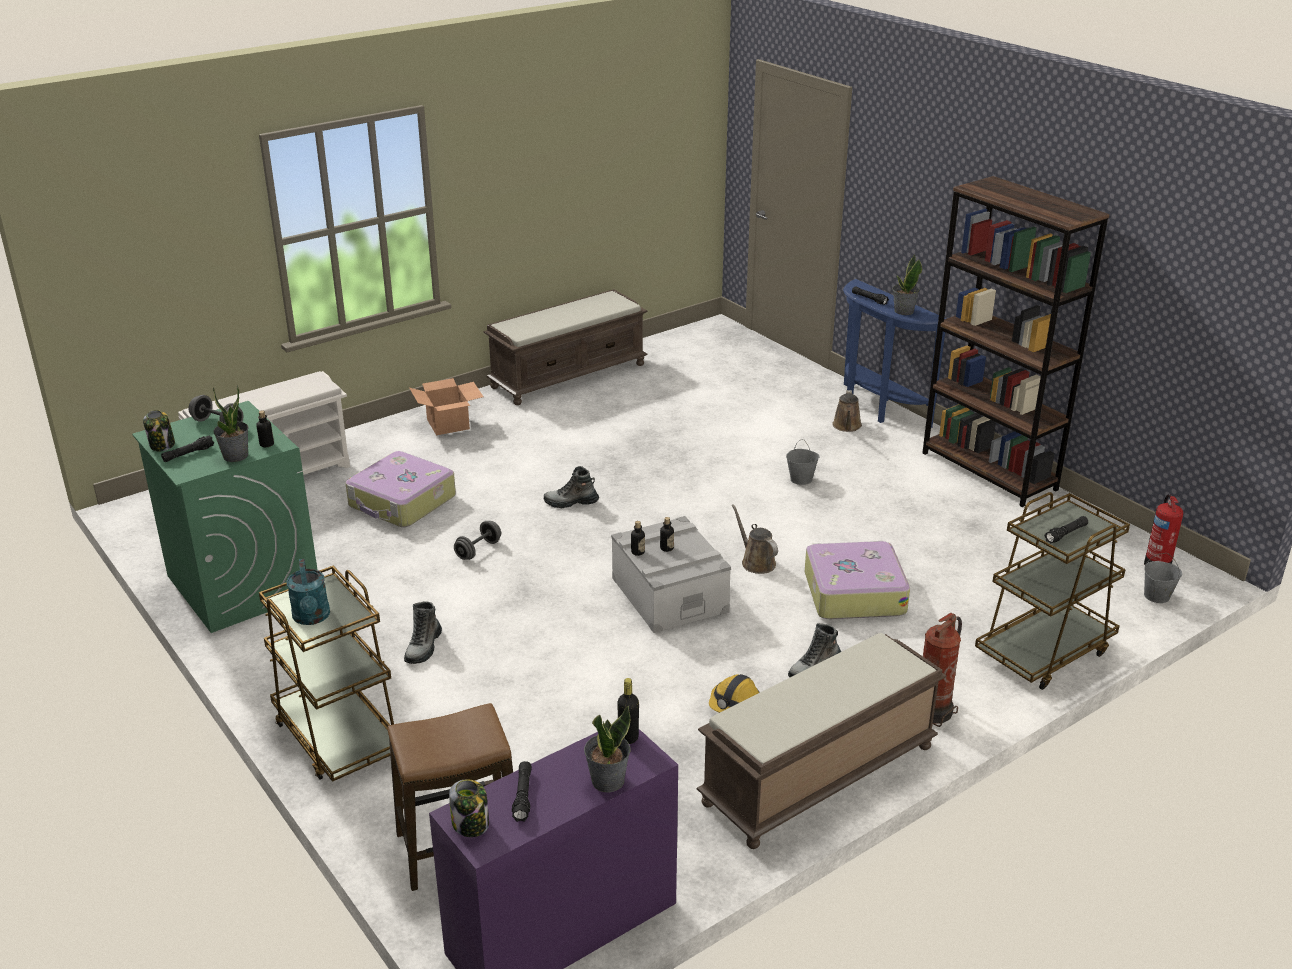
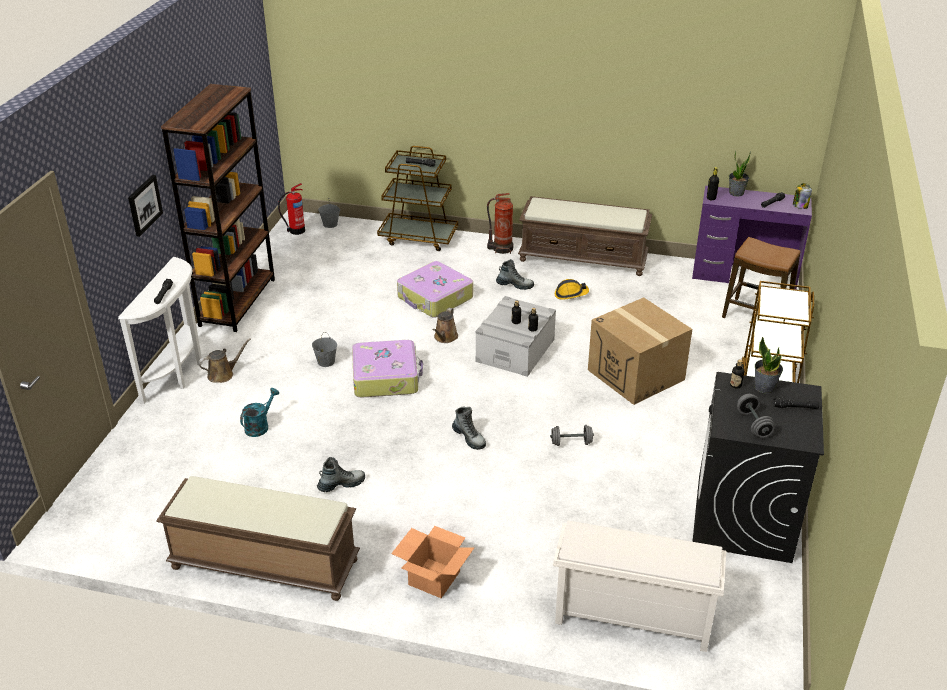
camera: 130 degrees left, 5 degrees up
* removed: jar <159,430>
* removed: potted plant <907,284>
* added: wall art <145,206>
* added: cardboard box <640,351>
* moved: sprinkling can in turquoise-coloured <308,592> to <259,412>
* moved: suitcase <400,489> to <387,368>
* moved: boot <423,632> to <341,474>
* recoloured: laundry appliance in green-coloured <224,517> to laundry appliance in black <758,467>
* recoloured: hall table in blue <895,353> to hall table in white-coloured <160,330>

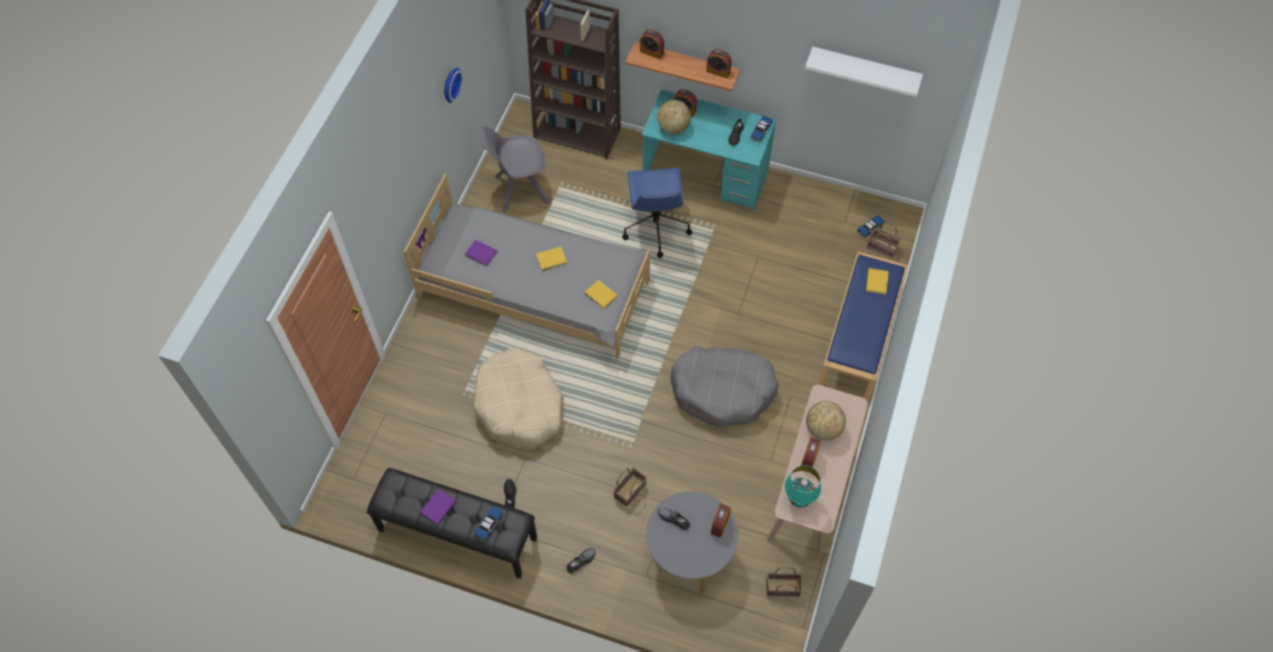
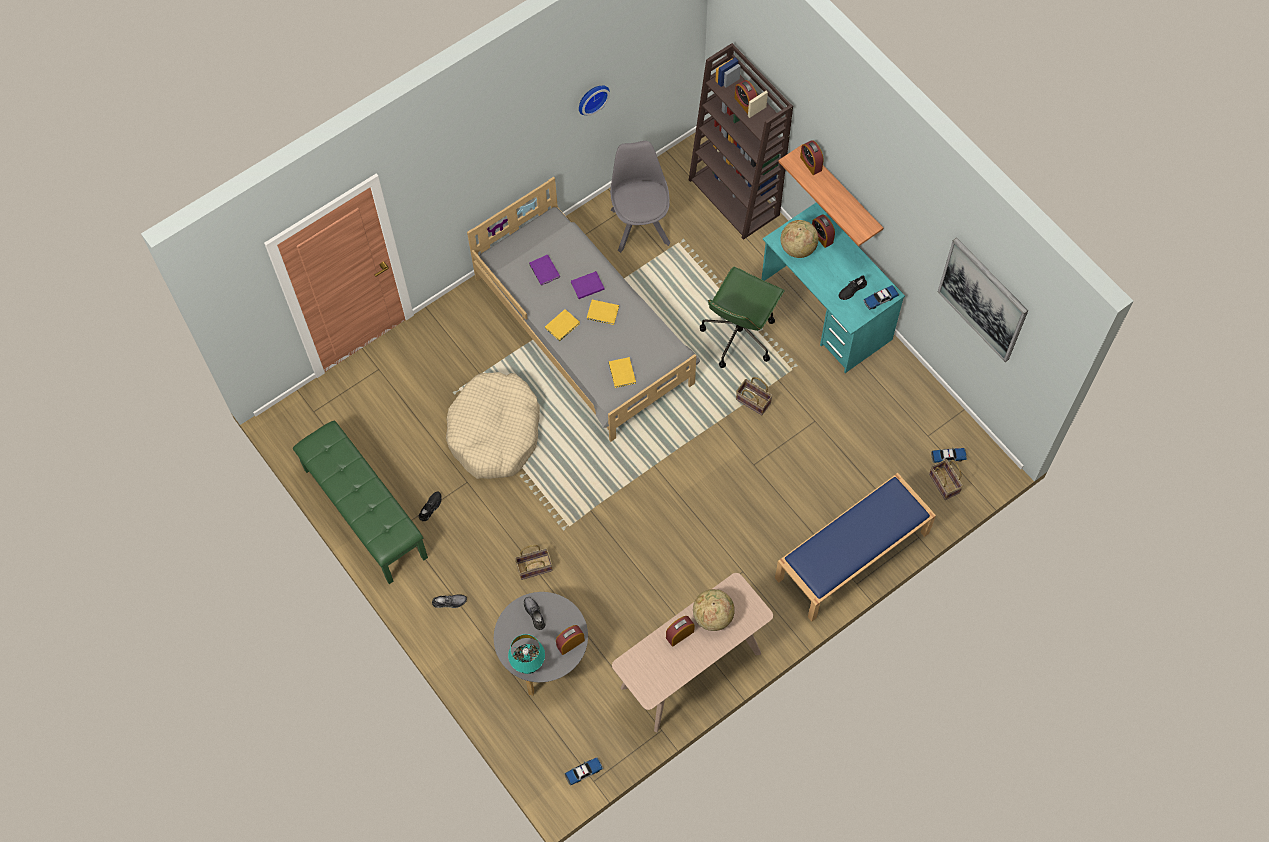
camera: 35 degrees right, 5 degrees up
* removed: dog cushion in gray <724,386>
* moved: bound book in purple <438,507> to <588,285>
* moved: toy car <489,523> to <584,771>
* moved: table clock <719,63> to <746,97>
* moved: basket <784,582> to <754,396>
* moved: lamp for a table in turquoise-coloured <803,486> to <526,654>
* moved: bound book in yellow <877,281> to <562,325>
* replaced: bracket shelf in white-coloured <864,72> to wall art <983,300>
* recoloured: indoor bench in black <452,523> to indoor bench in green-coloured <360,502>
* recoloured: computer chair in blue <657,213> to computer chair in green-coloured <742,317>
* turned: chair in gray <515,169> = <640,197> 60 degrees clockwise

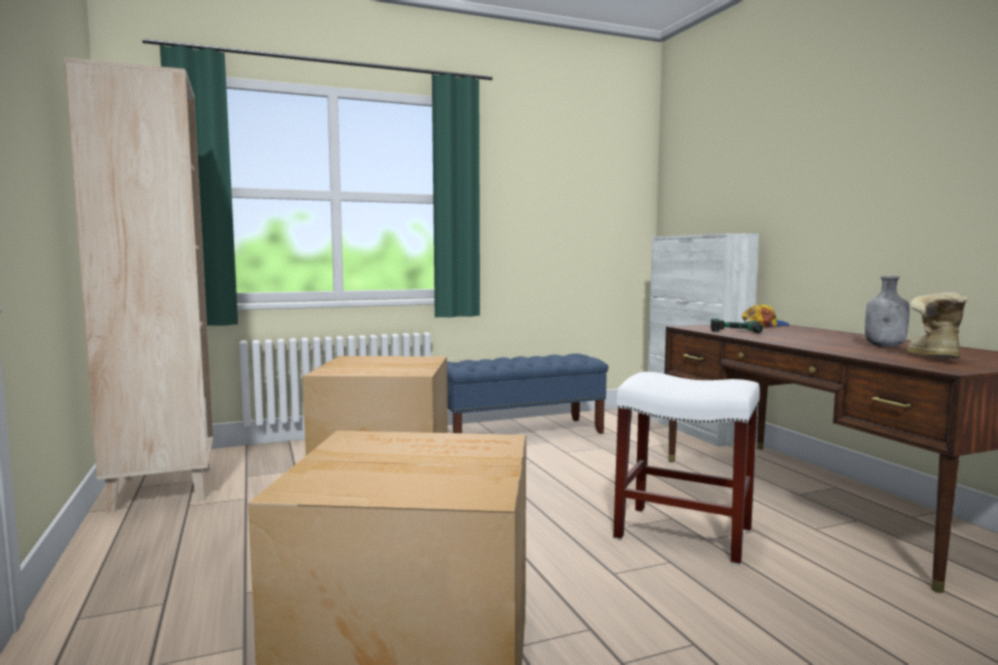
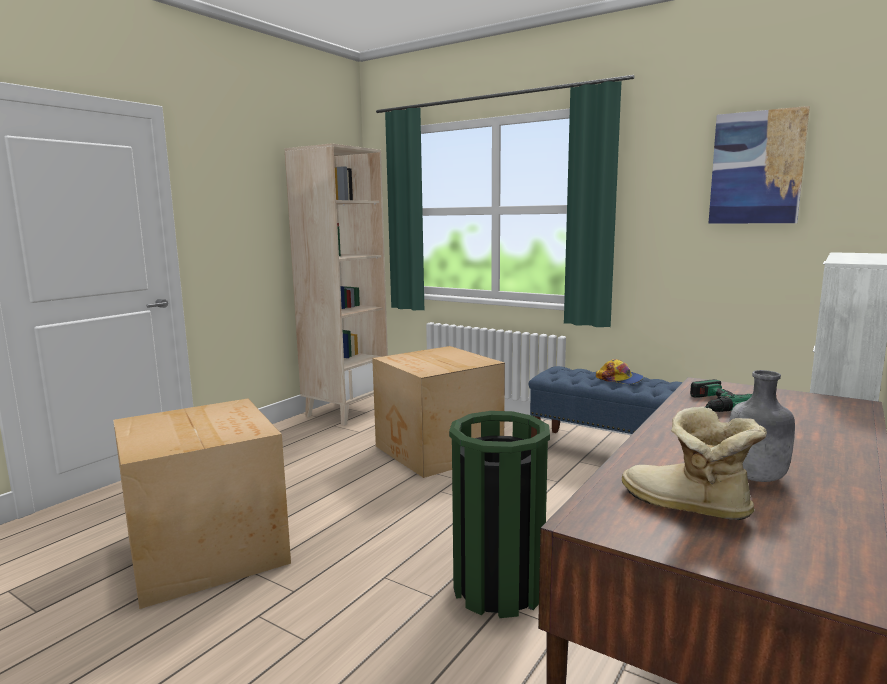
camera: 55 degrees right, 5 degrees up
* added: wall art <759,165>
* moved: peaked cap <766,316> to <620,371>
* replaced: stool in white-coloured <686,468> to waste bin in green-coloured <499,514>
* turned: boot <937,325> = <694,463> 120 degrees counterclockwise

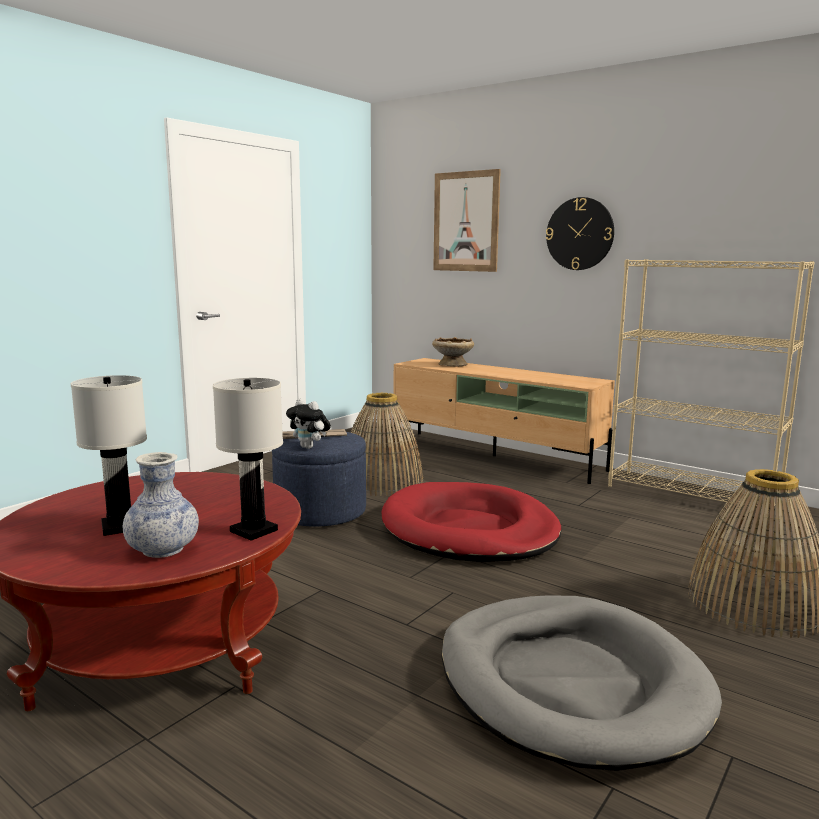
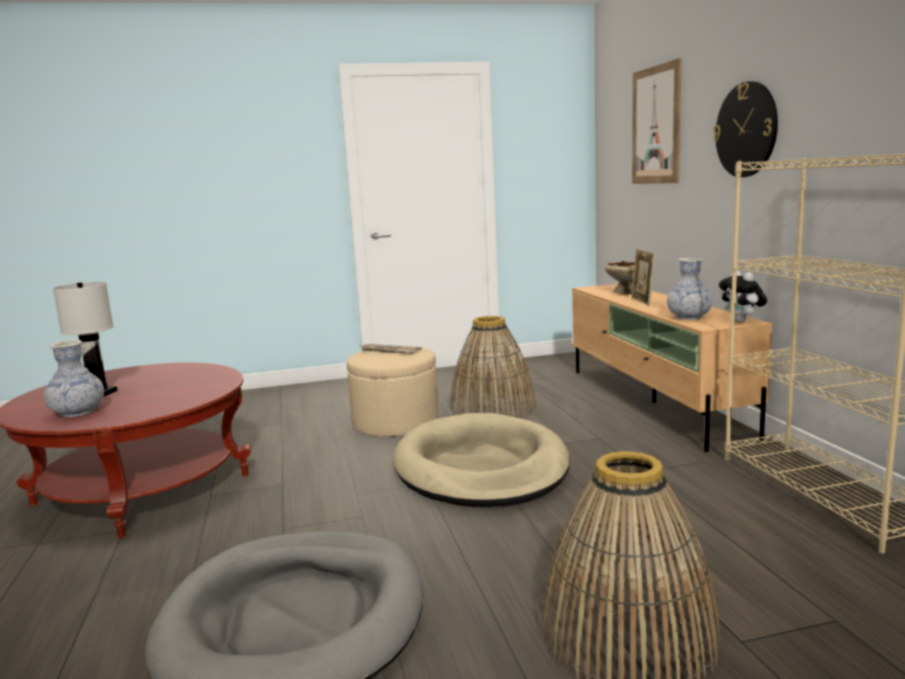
camera: 40 degrees right, 0 degrees up
* removed: lamp for a table in white-coloured <248,459>
* added: standing frame <643,277>
* added: vase <690,289>
* moved: plush toy <308,424> to <743,296>
* recoloured: ottoman in blue <319,479> to ottoman in beige <393,391>
* recoloured: dog cushion in red <472,522> to dog cushion in beige <482,460>

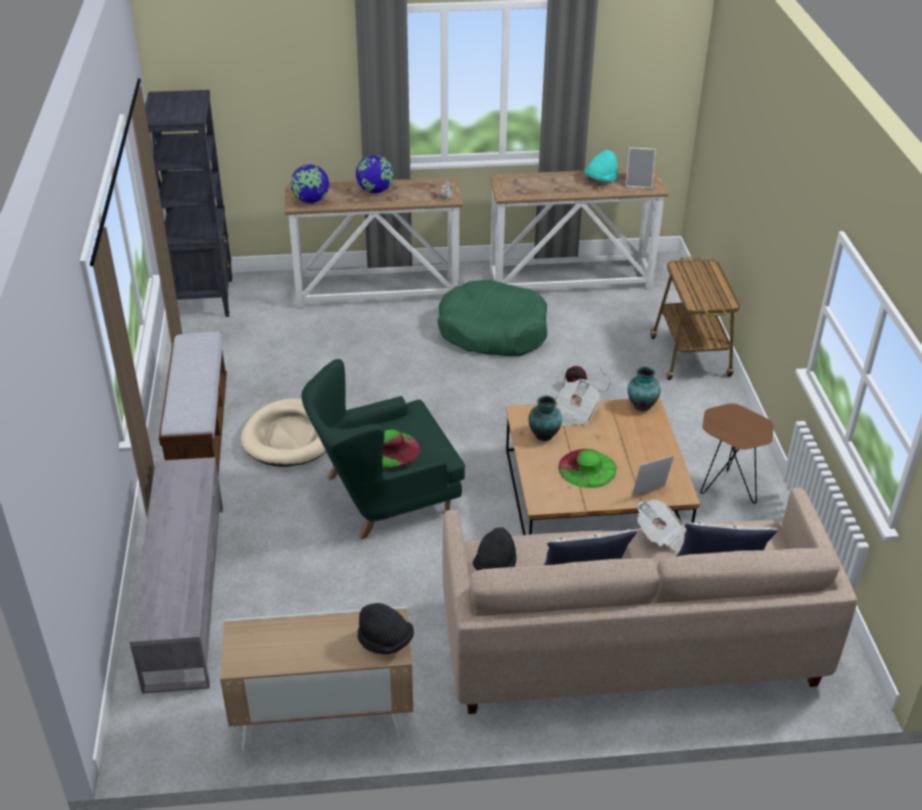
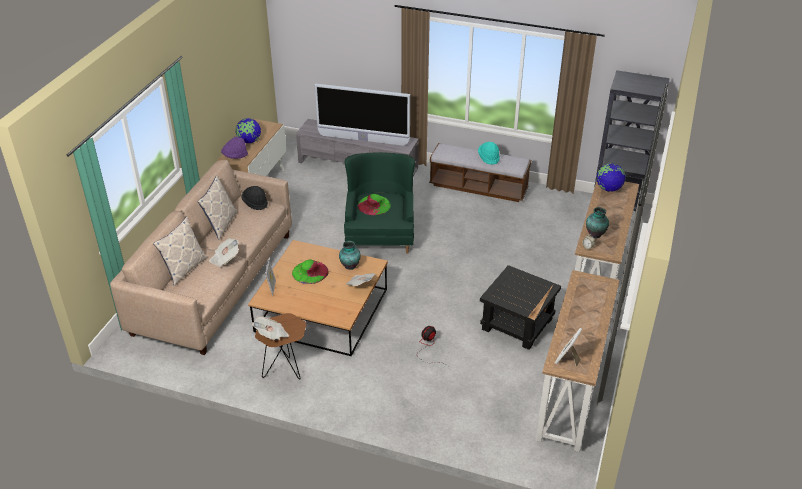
camera: 115 degrees right, 0 degrees up
* removed: dog cushion in beige <283,432>
* removed: trolley <695,318>
* added: daily paper <270,328>
* added: TV set <362,115>
* moved: desk globe <375,174> to <248,130>
* moved: wearable hat in turquoise-coloured <601,166> to <489,153>
* moved: vase <644,388> to <597,222>
* replaced: dog cushion in green-coloured <492,318> to side table in black <520,307>
* recoloured: wearable hat in black <386,628> to wearable hat in purple <234,148>

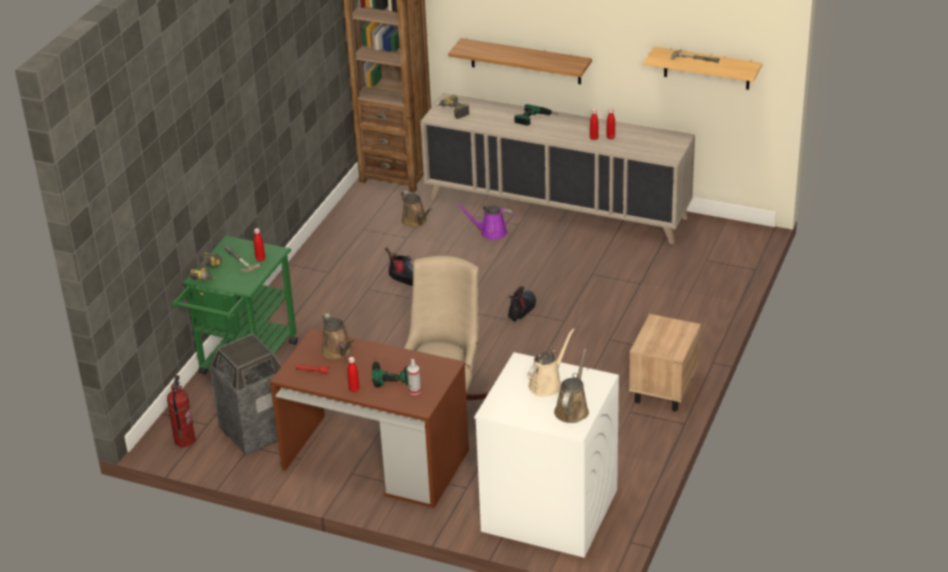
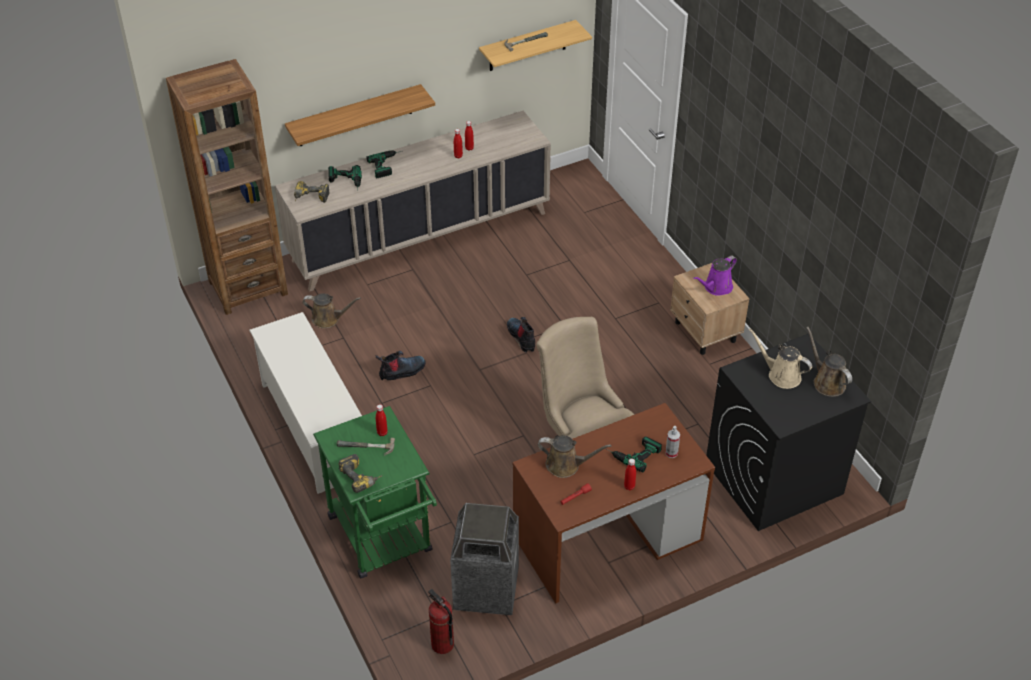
camera: 50 degrees left, 10 degrees up
* added: shoe rack in white-coloured <305,403>
* added: drill <345,176>
* moved: sprinkling can in purple <484,221> to <715,276>
* recoloured: laundry appliance in white-coloured <546,455> to laundry appliance in black <788,432>
* turned: sprinkling can in beige <551,362> = <780,359> 45 degrees counterclockwise

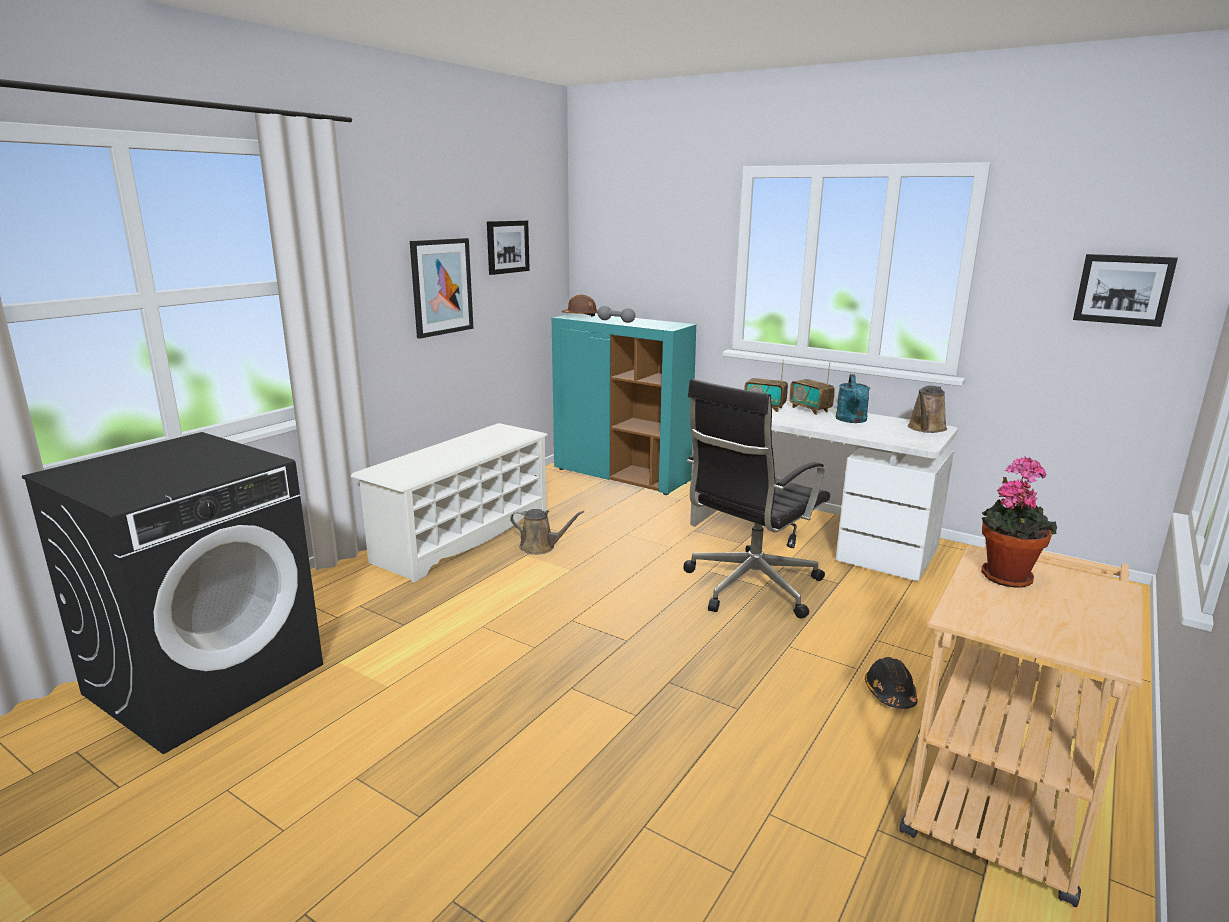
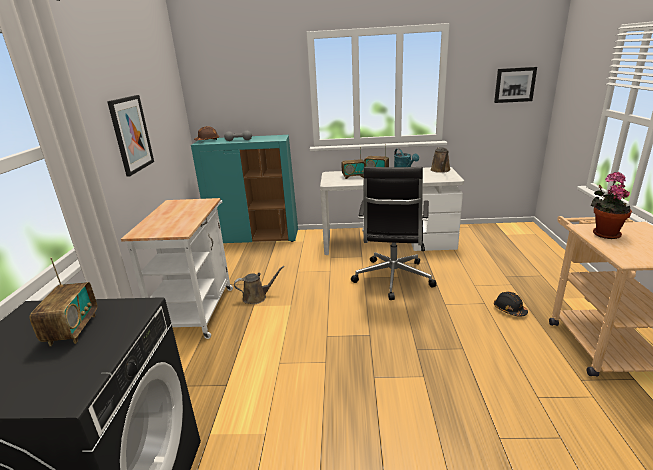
camera: 30 degrees left, 5 degrees up
* removed: wall art <508,247>
* added: radio <63,302>
* replaced: shoe rack in white-coloured <449,503> to trolley in white-coloured <177,268>

